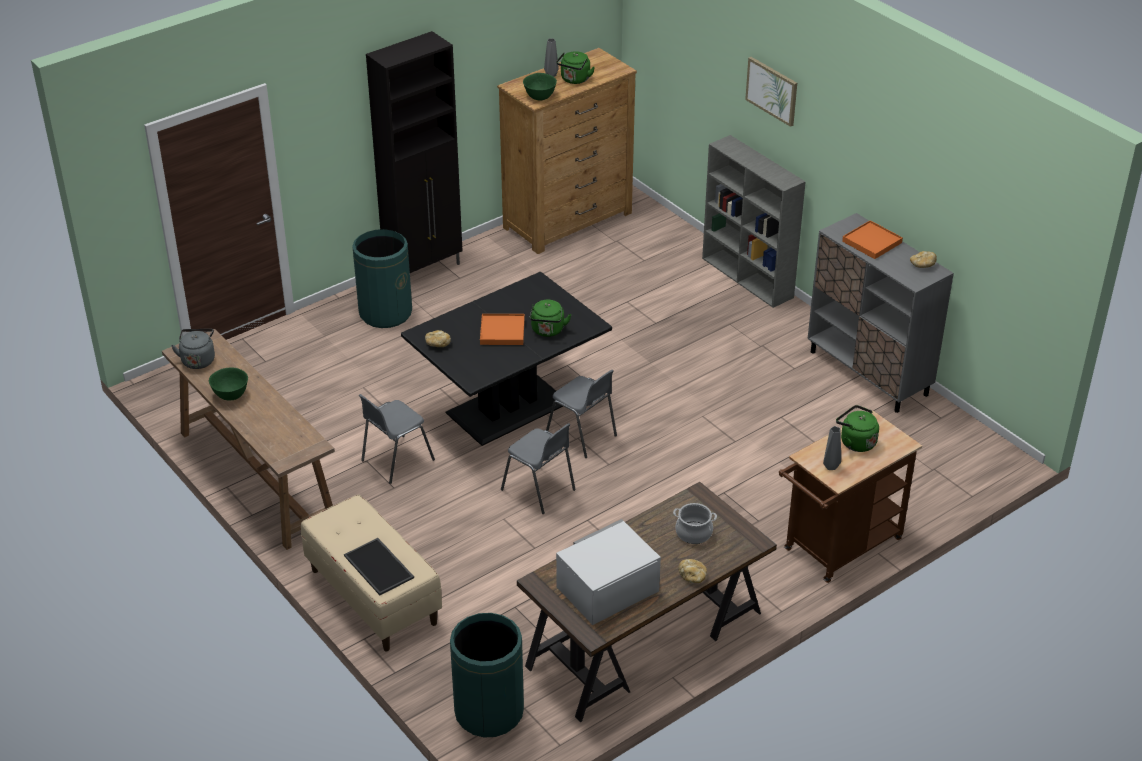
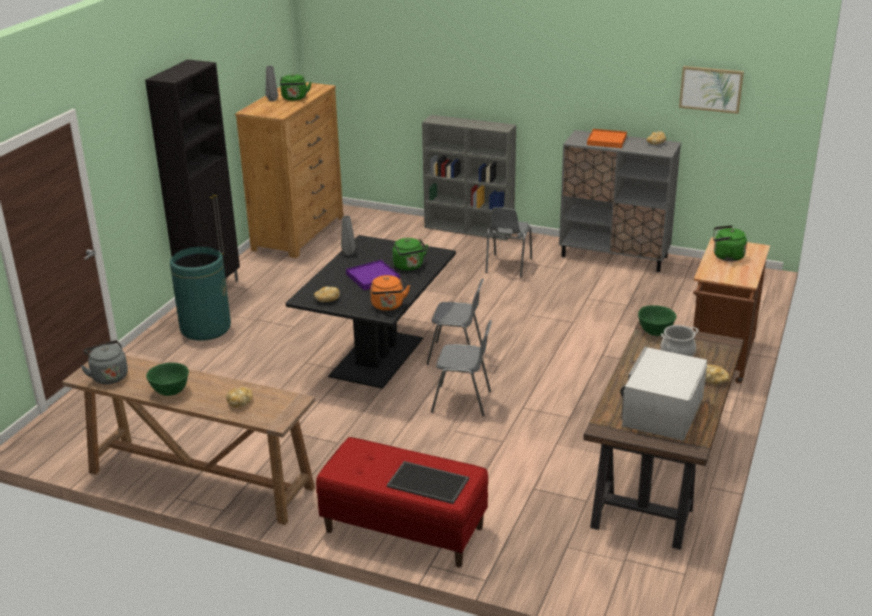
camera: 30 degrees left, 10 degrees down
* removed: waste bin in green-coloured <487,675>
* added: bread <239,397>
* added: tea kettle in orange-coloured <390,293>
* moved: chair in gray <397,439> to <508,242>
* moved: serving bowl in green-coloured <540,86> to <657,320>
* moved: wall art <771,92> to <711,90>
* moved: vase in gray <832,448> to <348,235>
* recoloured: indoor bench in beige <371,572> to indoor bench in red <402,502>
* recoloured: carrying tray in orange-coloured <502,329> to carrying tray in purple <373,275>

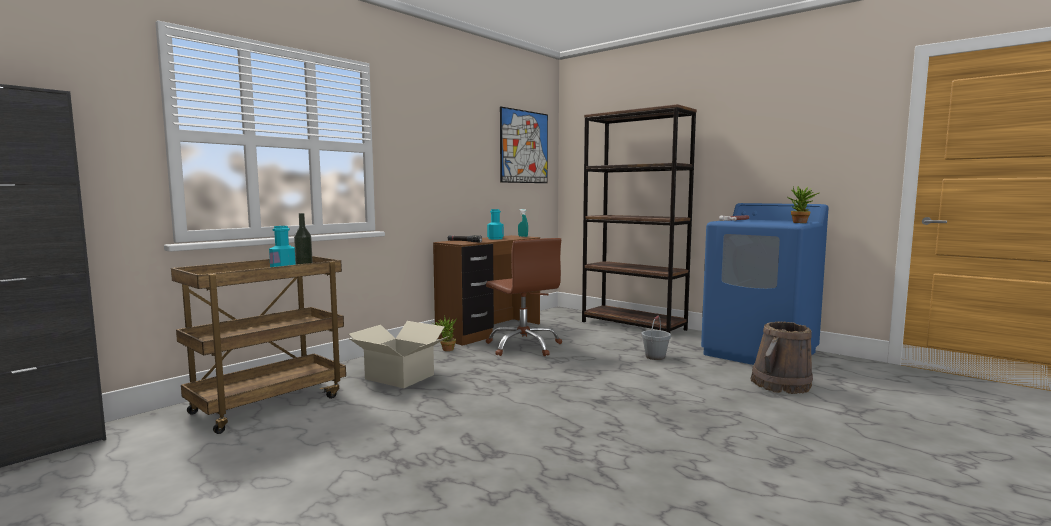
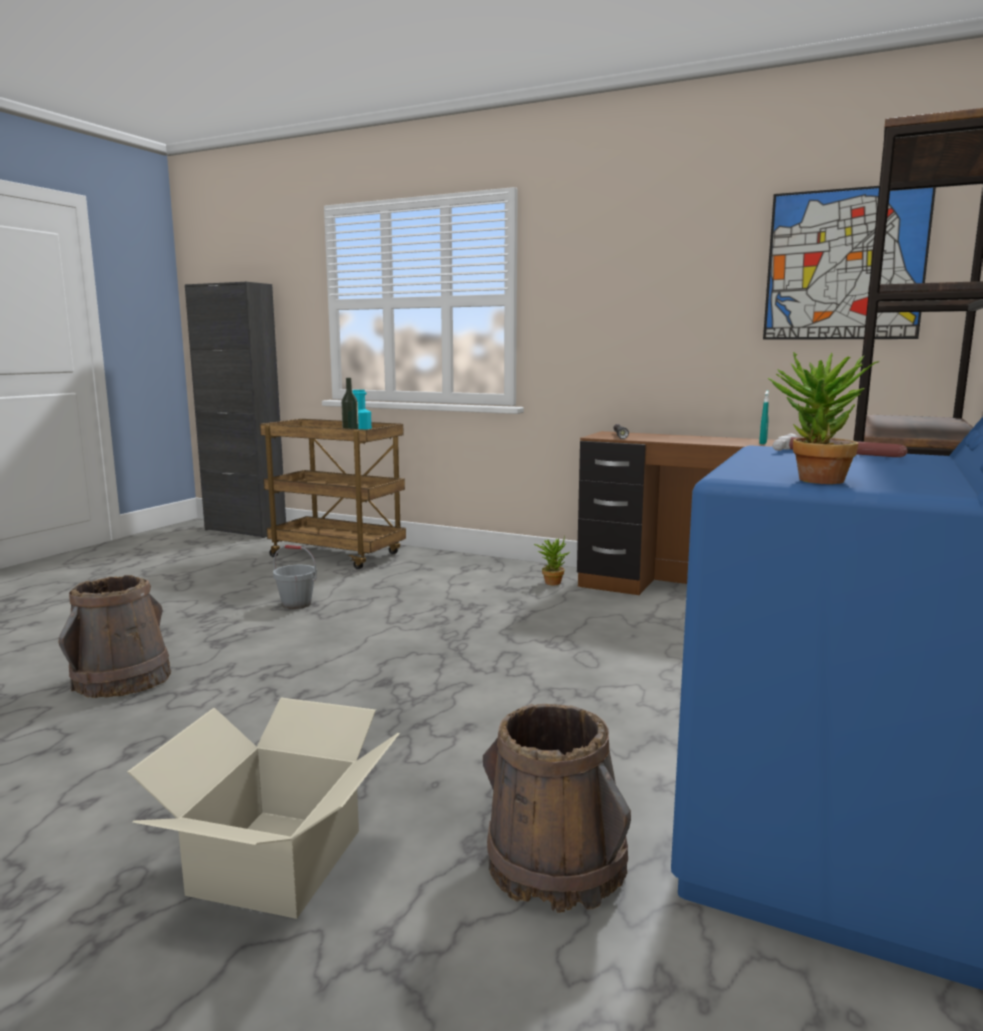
camera: 75 degrees right, 5 degrees up
* removed: computer chair in brownish <524,297>
* removed: drink bottle in turquoise-coloured <495,224>
* added: pail in brownish <115,636>
* moved: cardboard box <398,354> to <263,808>
* moved: pail in gray <656,338> to <295,577>

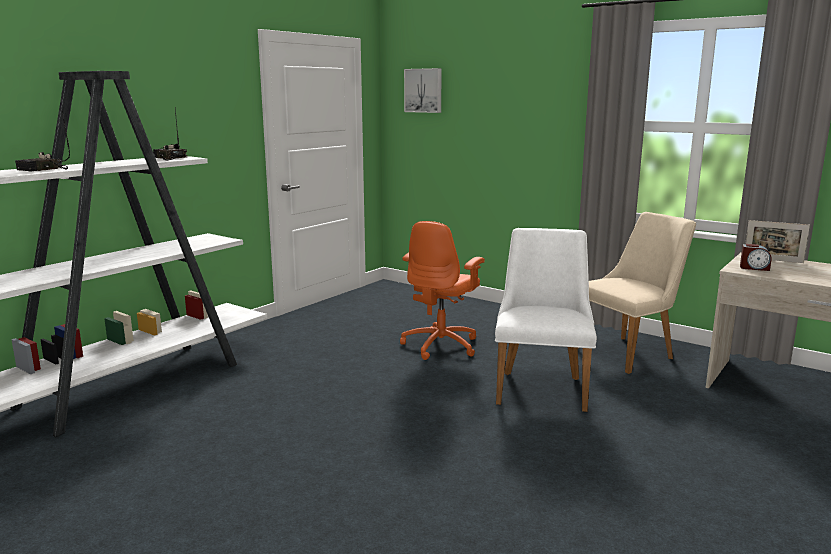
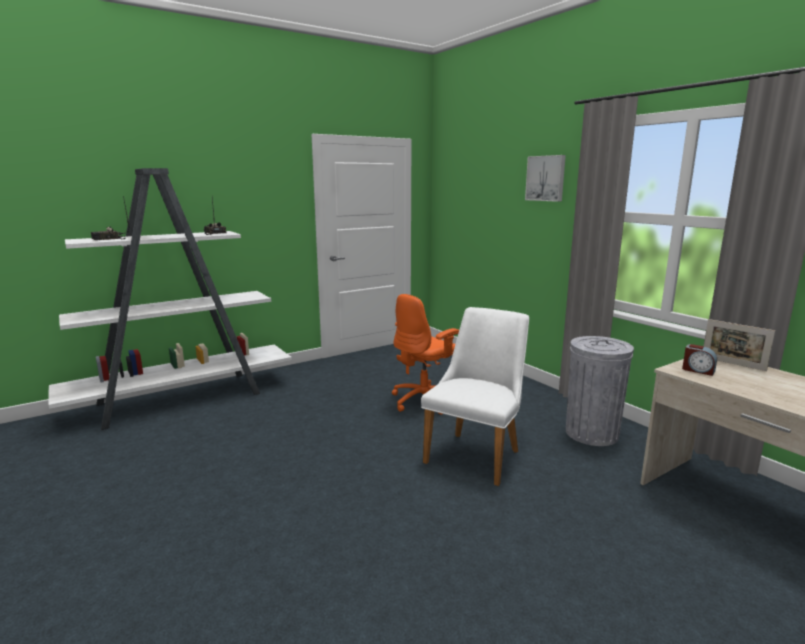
camera: 20 degrees right, 0 degrees up
* moved: wall art <423,90> to <545,178>
* replaced: chair in beige <637,293> to waste bin in gray <600,391>

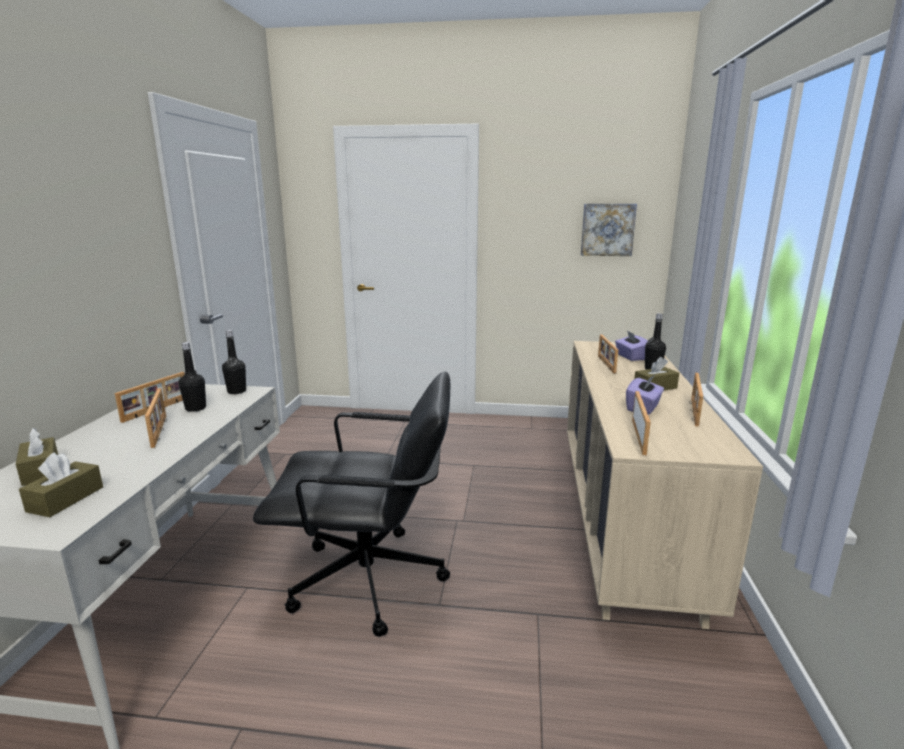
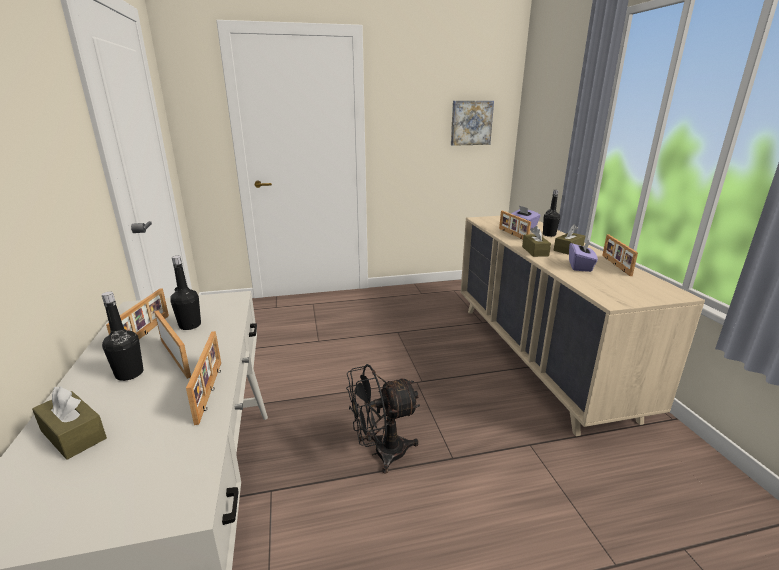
camera: 20 degrees left, 5 degrees up
* moved: tissue holder in brownish <61,484> to <536,241>
* moved: drink bottle in black <234,362> to <122,336>
* moved: standing frame <641,423> to <203,378>
* replaced: computer chair in black <351,504> to fan in black <383,419>

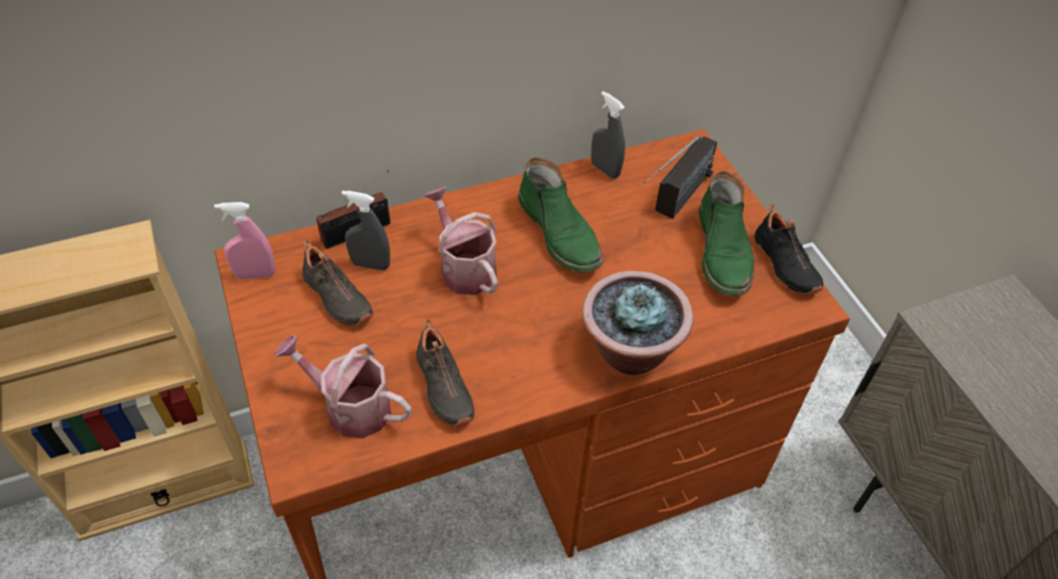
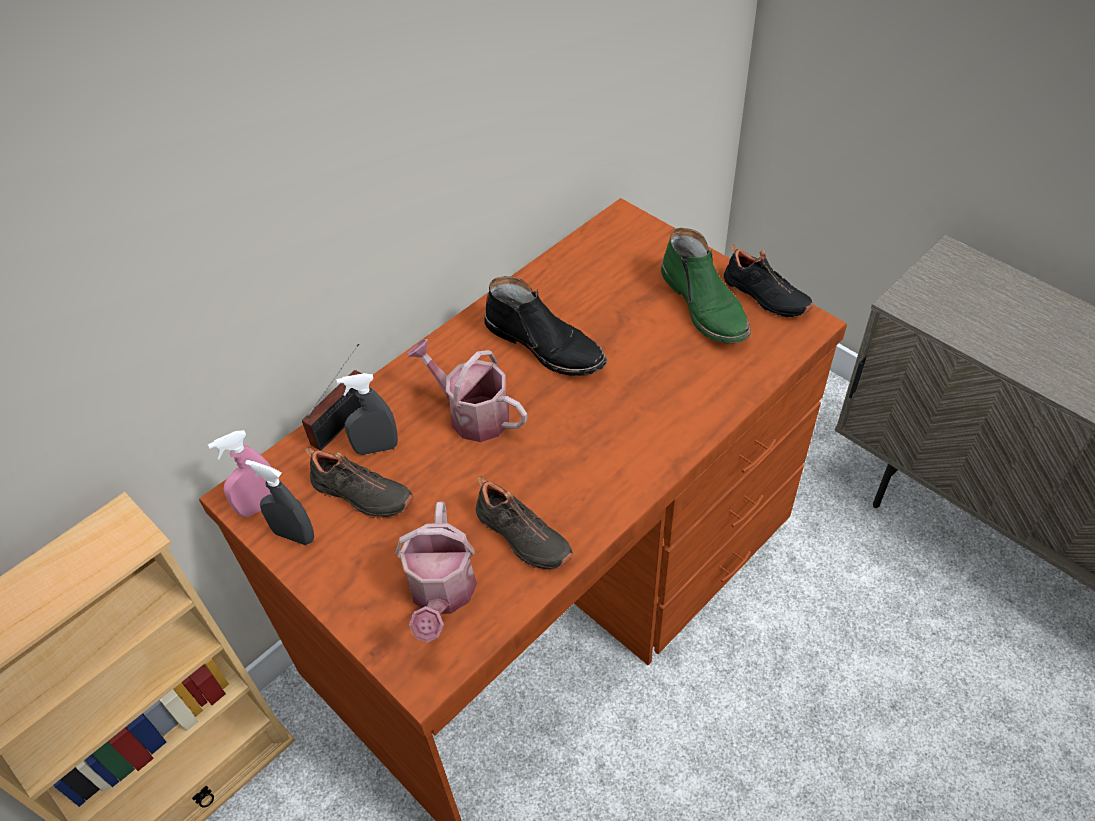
camera: 20 degrees left, 0 degrees up
* removed: potted plant <637,323>
* removed: radio <680,177>
* moved: hand sprayer in gray <608,135> to <279,502>
* recoloured: boot in green-coloured <560,214> to boot in black <545,326>
* turned: sprinkling can <343,386> = <436,571> 90 degrees counterclockwise

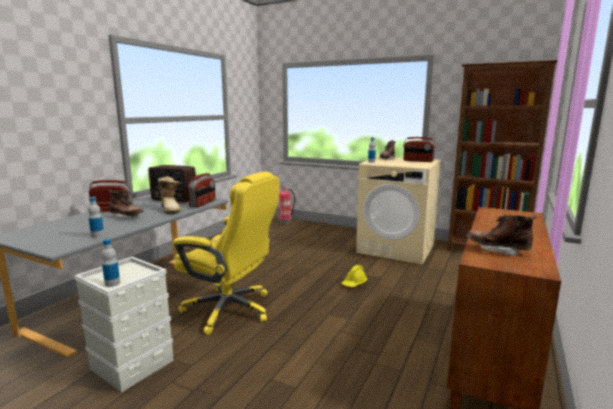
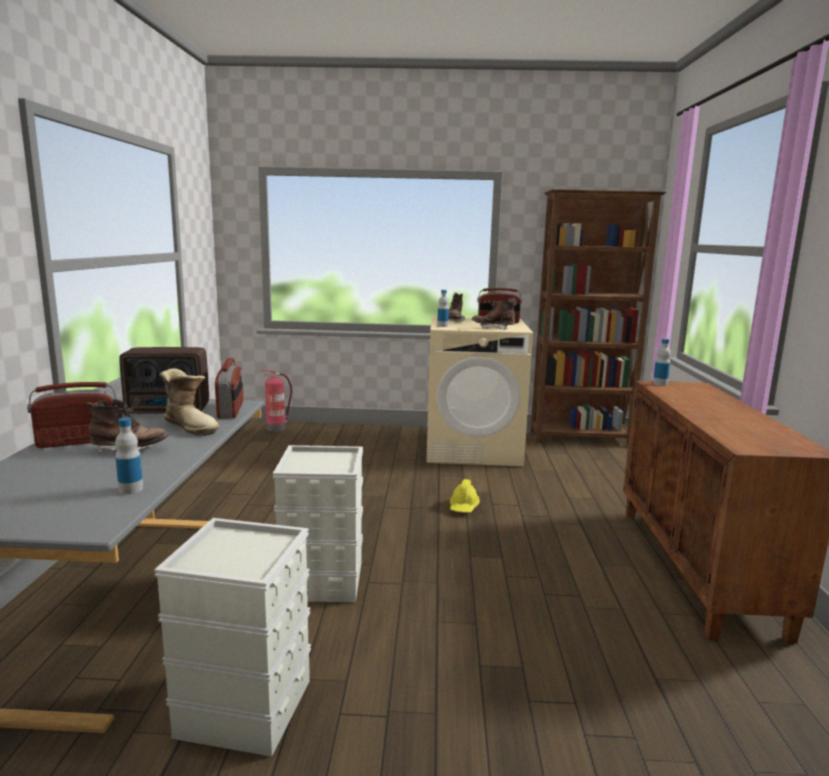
camera: 25 degrees left, 0 degrees up
* moved: drink bottle <111,263> to <662,362>
* moved: boot in brownish <501,236> to <493,315>
* replaced: computer chair in yellow <226,253> to storage bin in gray <318,523>

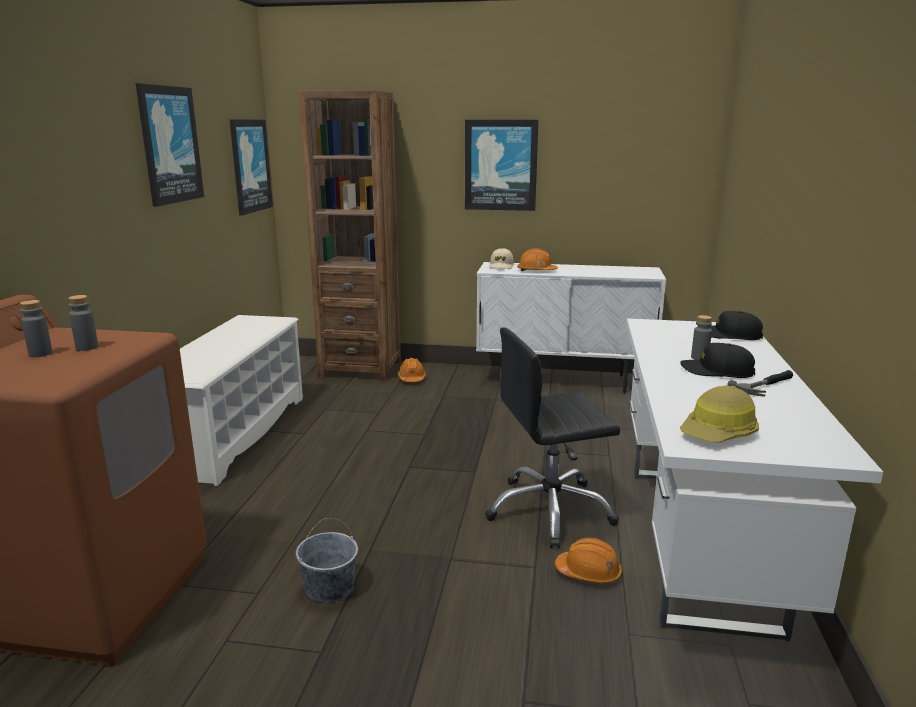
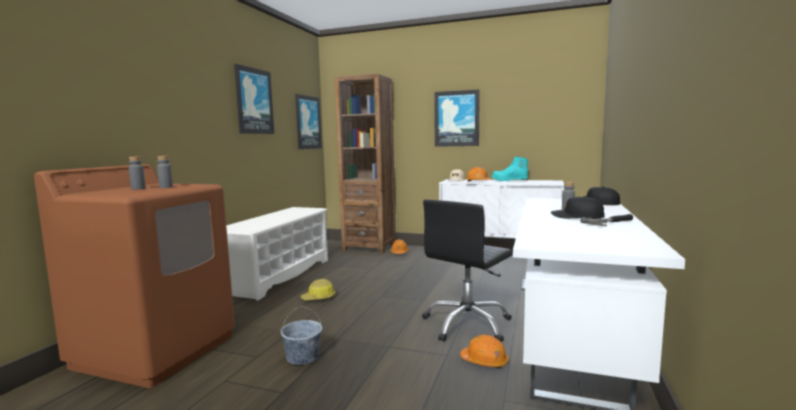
camera: 10 degrees right, 10 degrees down
* added: boot in turquoise-coloured <509,168>
* moved: hard hat <719,414> to <318,289>
* turned: computer chair in black <552,438> = <467,271> 45 degrees counterclockwise

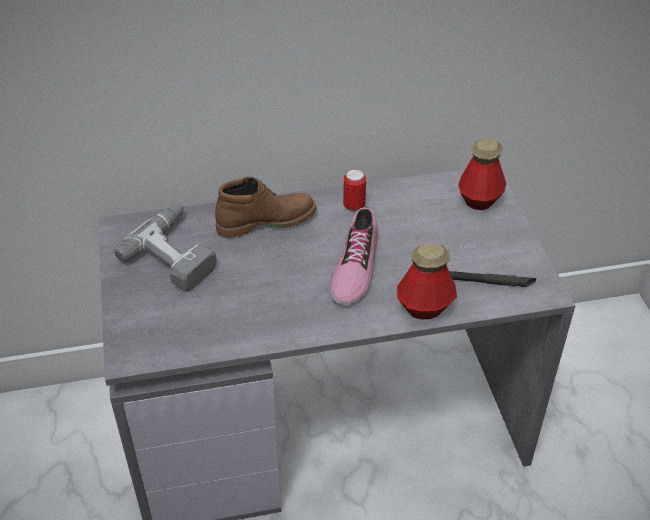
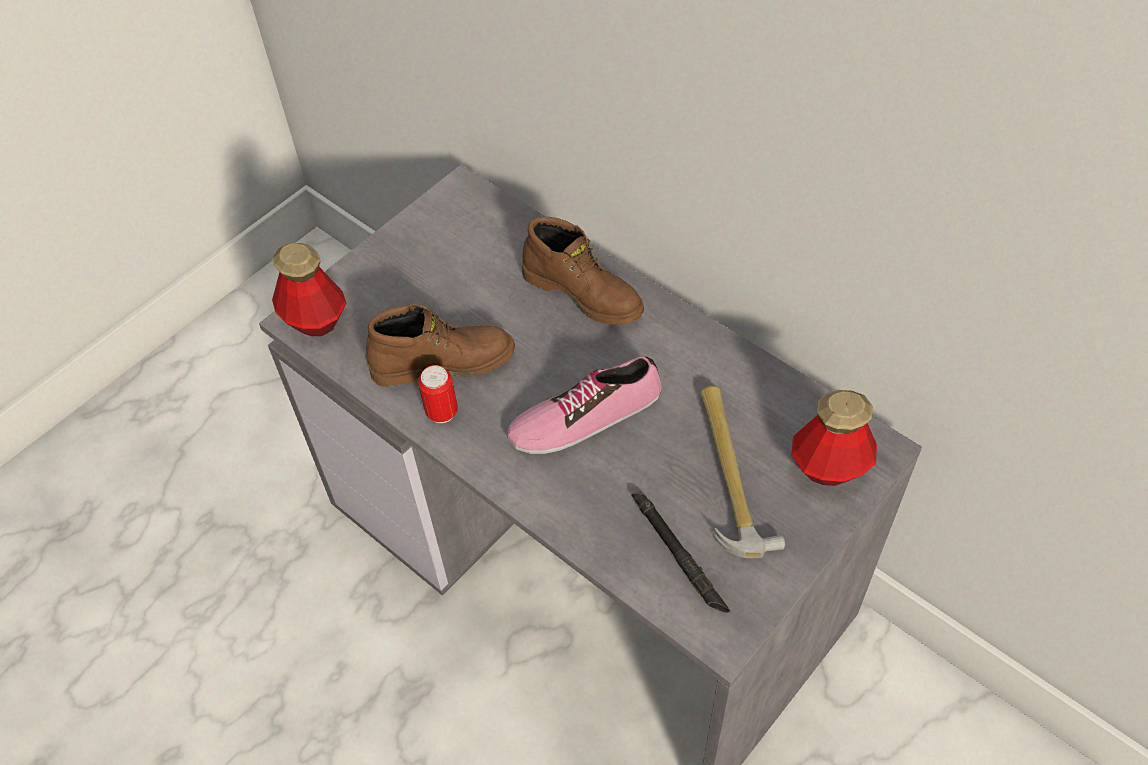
camera: 55 degrees right, 10 degrees up
* removed: drill <165,248>
* added: boot in brownish <440,345>
* added: hammer <742,472>
* moved: sealed can <354,191> to <438,394>
* moved: drink bottle <427,281> to <309,289>

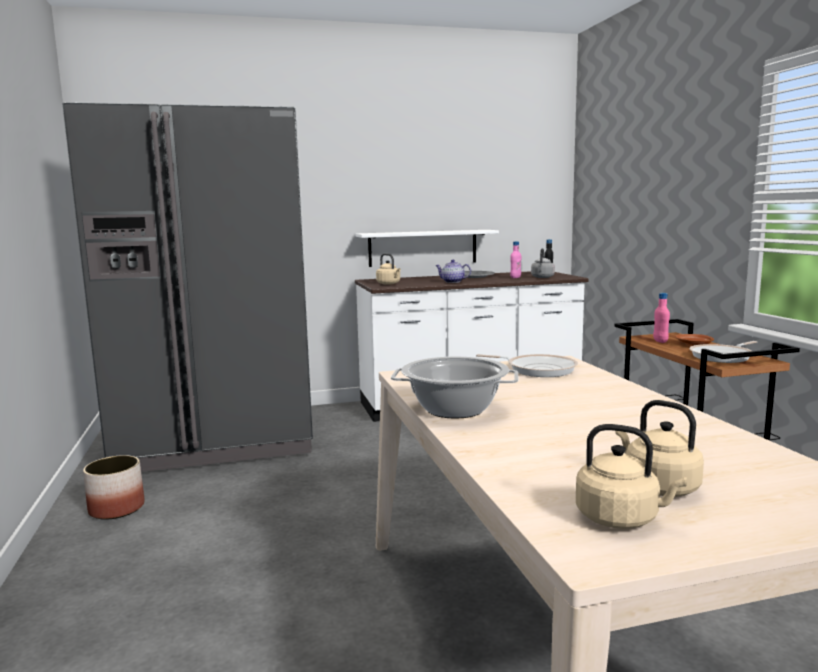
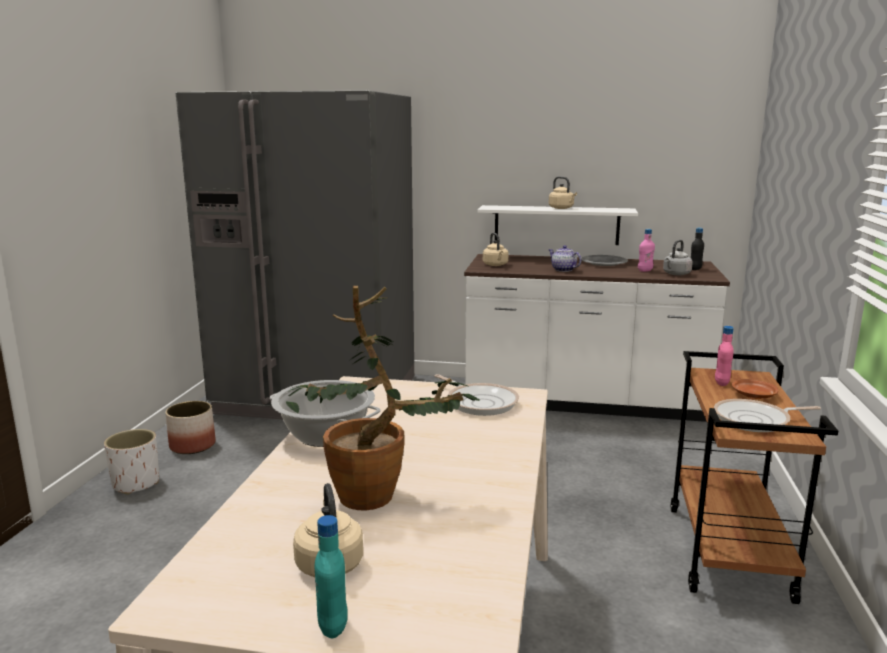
camera: 25 degrees right, 5 degrees up
* added: plant pot in white-coloured <131,462>
* added: potted plant <382,398>
* added: drink bottle in turquoise-coloured <331,576>
* moved: tea kettle in beige <631,476> to <563,192>

